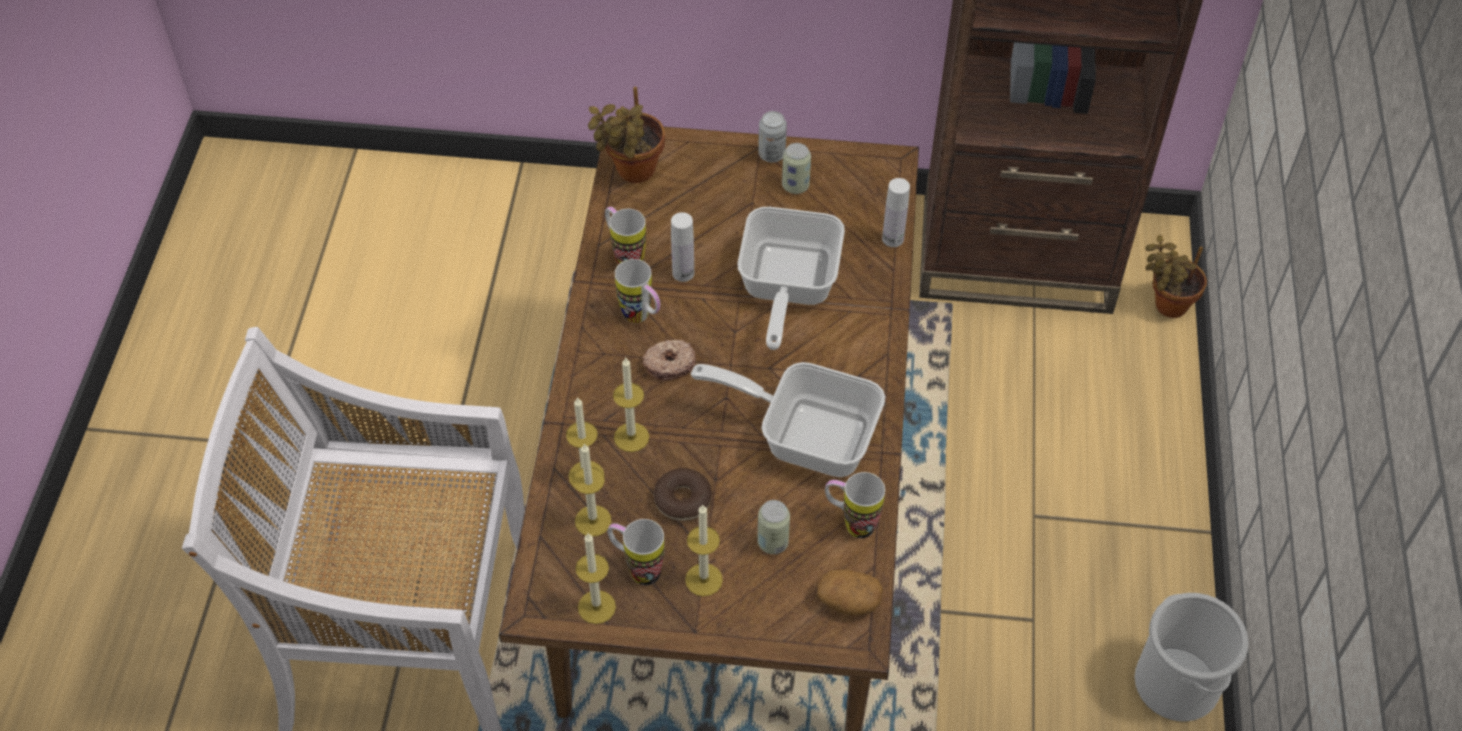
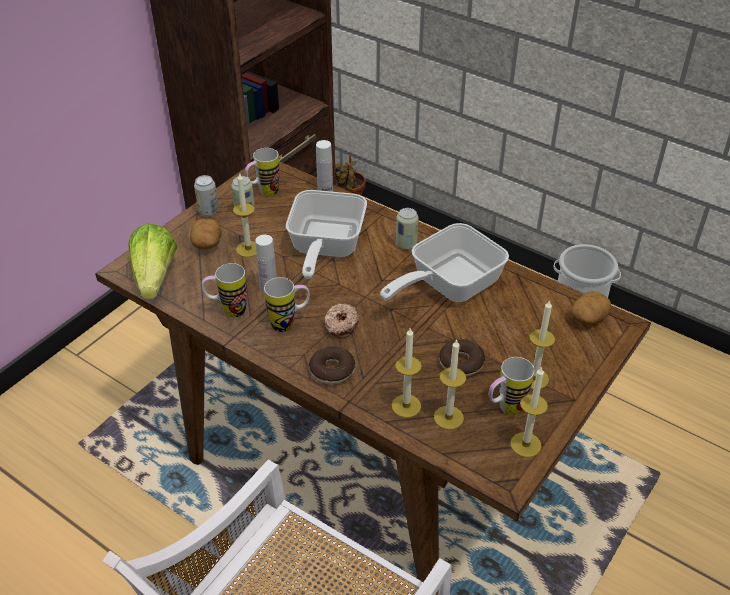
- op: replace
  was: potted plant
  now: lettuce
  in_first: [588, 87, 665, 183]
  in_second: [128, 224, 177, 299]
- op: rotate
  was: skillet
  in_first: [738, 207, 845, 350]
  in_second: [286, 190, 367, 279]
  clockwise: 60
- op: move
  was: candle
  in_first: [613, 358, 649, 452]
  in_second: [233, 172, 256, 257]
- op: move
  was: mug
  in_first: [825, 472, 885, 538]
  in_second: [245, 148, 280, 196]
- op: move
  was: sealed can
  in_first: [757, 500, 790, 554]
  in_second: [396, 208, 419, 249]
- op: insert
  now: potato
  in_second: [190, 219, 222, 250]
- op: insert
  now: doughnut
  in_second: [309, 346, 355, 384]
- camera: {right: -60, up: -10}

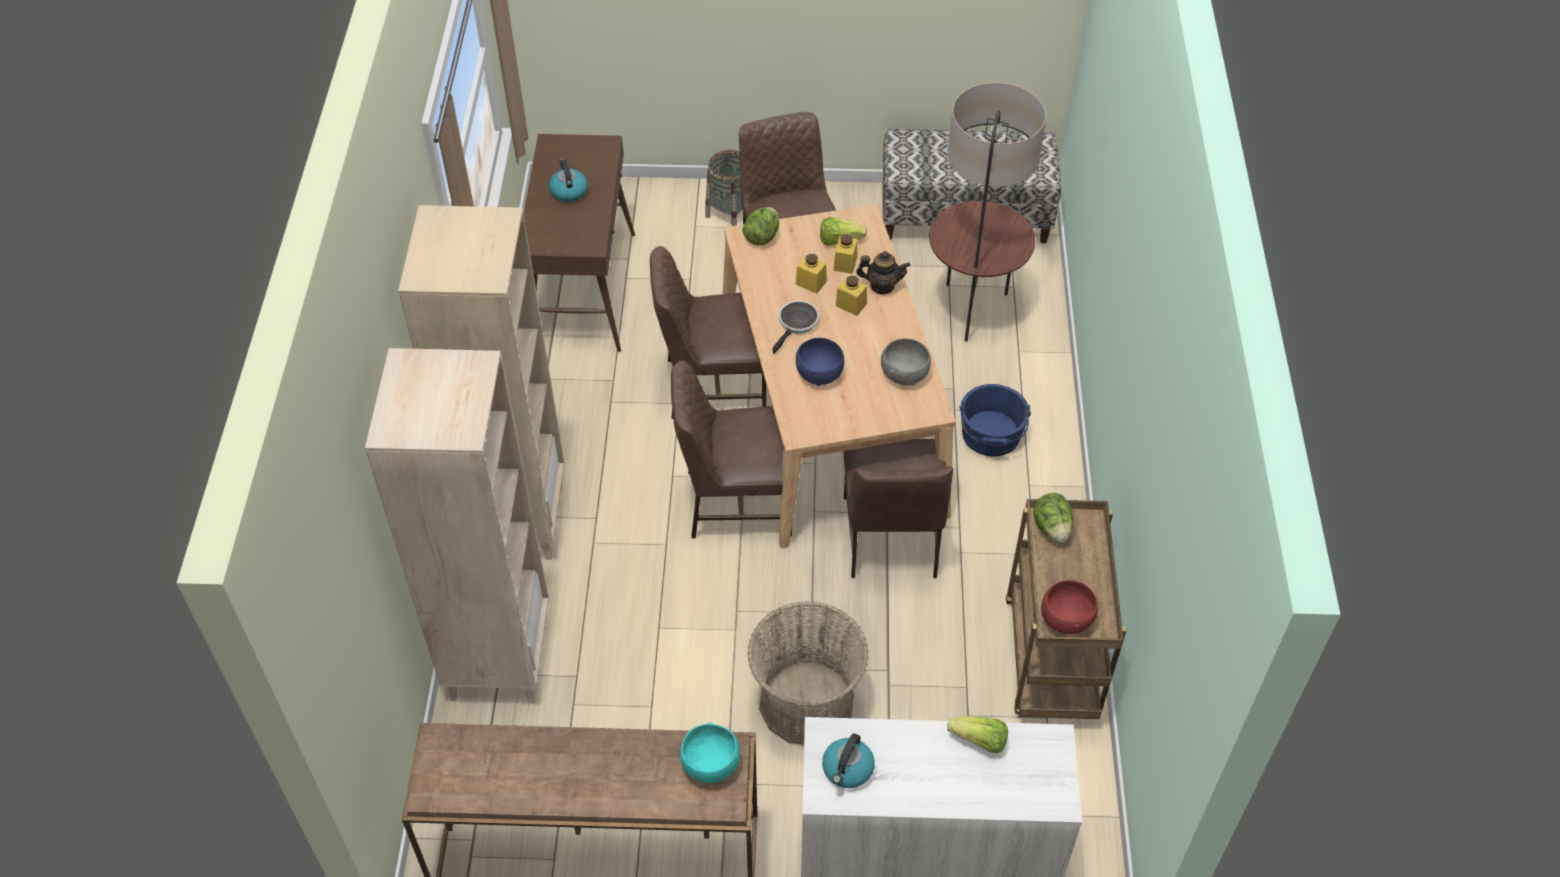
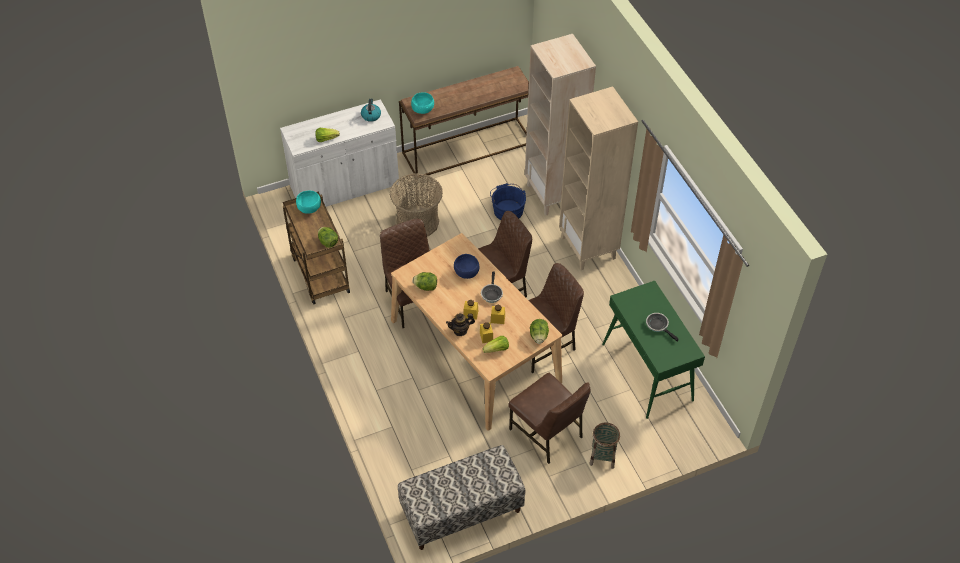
- op: delete
  was: floor lamp
  in_first: [929, 82, 1046, 342]
- op: recolor
  was: hall table/brownish
  now: hall table/greenish
  in_first: [523, 134, 635, 352]
  in_second: [602, 281, 705, 419]
- op: replace
  was: water kettle
  now: skillet
  in_first: [549, 159, 588, 202]
  in_second: [646, 313, 678, 342]
- op: replace
  was: deep dish/greyish
  now: lettuce
  in_first: [881, 338, 931, 386]
  in_second: [412, 272, 437, 291]
- op: move
  was: water bucket/bluish
  in_first: [959, 384, 1031, 456]
  in_second: [490, 183, 526, 220]
- op: recolor
  was: deep dish/reddish
  now: deep dish/turquoise
  in_first: [1041, 580, 1098, 634]
  in_second: [296, 190, 321, 214]
- camera: {right: 155, up: 0}

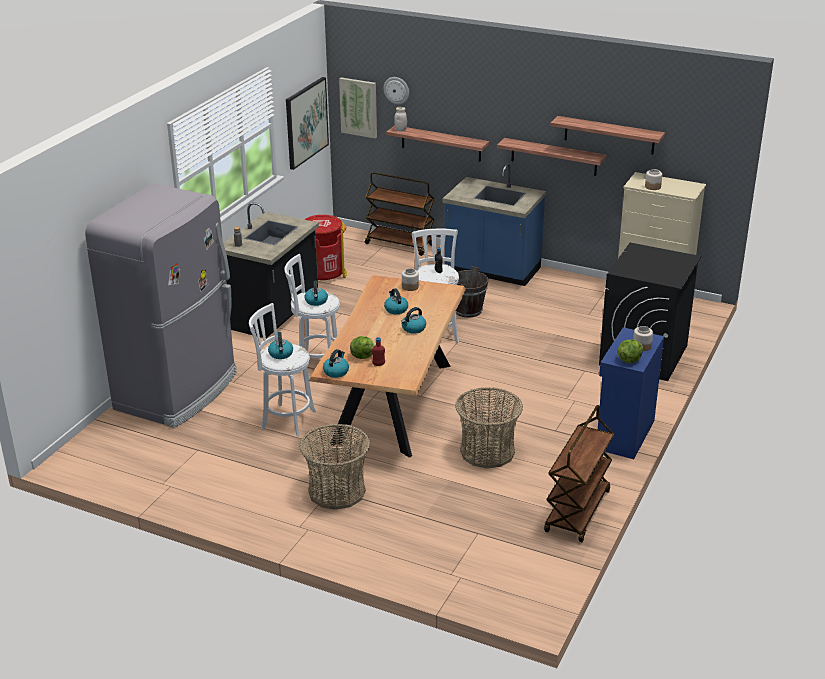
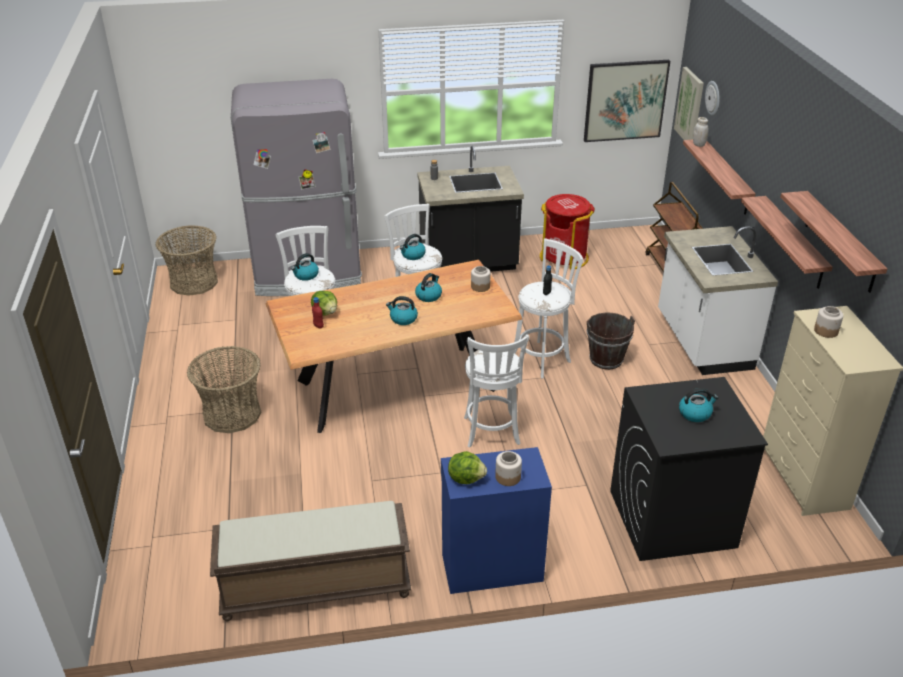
- op: recolor
  was: kitchen base unit/bluish
  now: kitchen base unit/white
  in_first: [443, 163, 546, 286]
  in_second: [658, 226, 778, 375]
- op: move
  was: water kettle
  in_first: [323, 349, 349, 378]
  in_second: [679, 388, 718, 422]
- op: move
  was: household basket
  in_first: [455, 387, 523, 468]
  in_second: [156, 225, 218, 296]
- op: replace
  was: wheeled cart/brownish
  now: indoor bench/brownish
  in_first: [544, 405, 614, 542]
  in_second: [210, 501, 411, 621]
- op: insert
  now: sitting stool/white
  in_second: [464, 334, 529, 448]
- camera: {right: 55, up: 5}

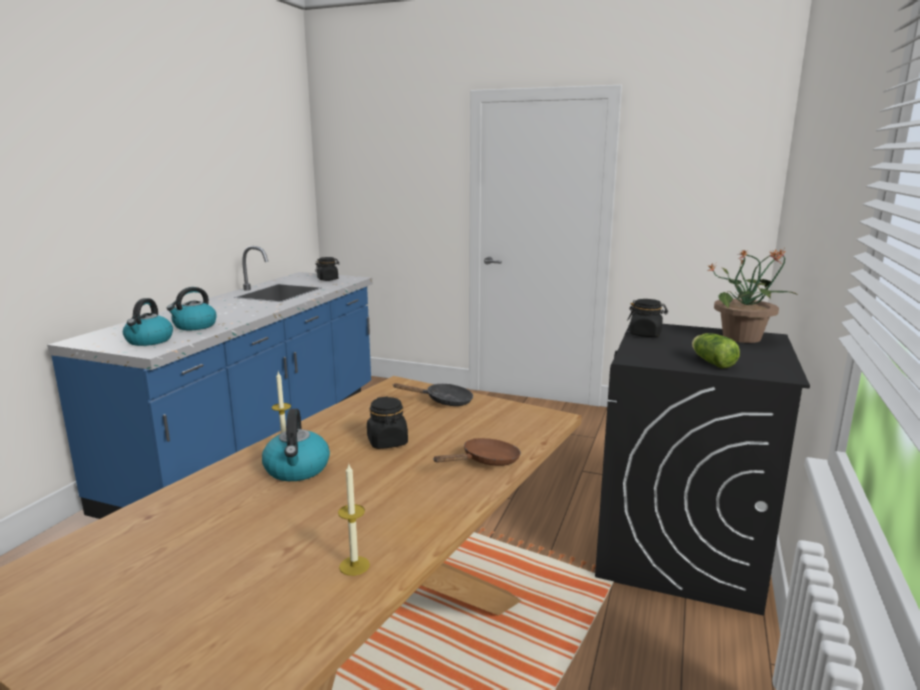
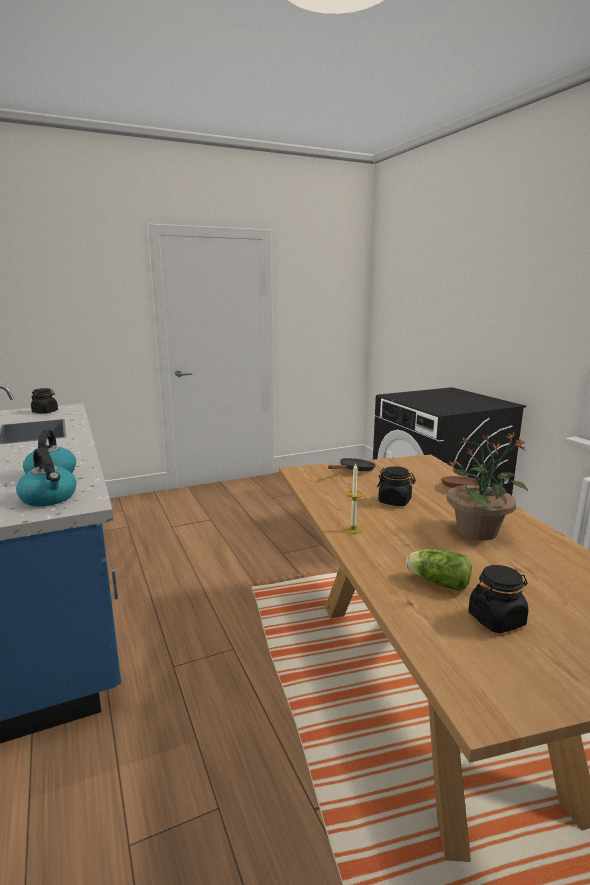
- op: move
  was: potted plant
  in_first: [707, 249, 796, 343]
  in_second: [446, 433, 528, 540]
- op: move
  was: storage jar/blackish
  in_first: [627, 299, 668, 337]
  in_second: [468, 565, 529, 633]
- op: move
  was: lettuce
  in_first: [692, 333, 740, 368]
  in_second: [406, 549, 472, 591]
- op: delete
  was: water kettle
  in_first: [262, 409, 330, 481]
- op: delete
  was: candle
  in_first: [338, 464, 370, 576]
- camera: {right: -45, up: 0}

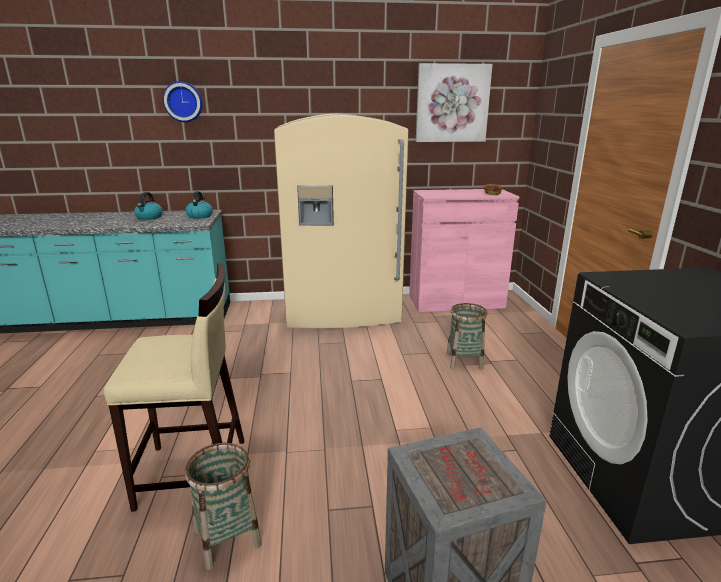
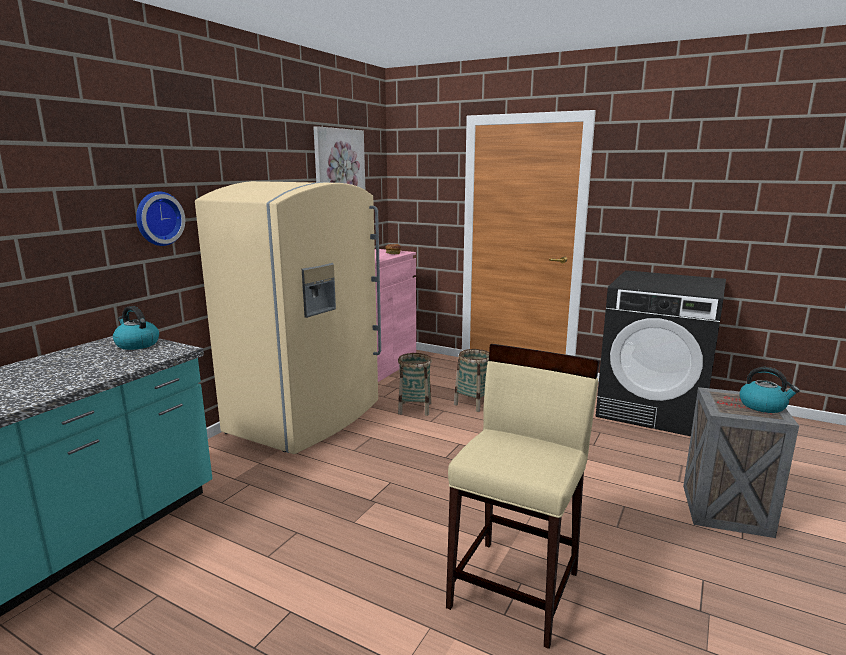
- op: move
  was: hanging clock
  in_first: [163, 81, 203, 122]
  in_second: [136, 191, 185, 246]
- op: move
  was: water kettle
  in_first: [134, 192, 163, 220]
  in_second: [739, 367, 800, 413]
- op: move
  was: household basket
  in_first: [185, 443, 261, 570]
  in_second: [398, 353, 432, 416]
- camera: {right: -55, up: -5}

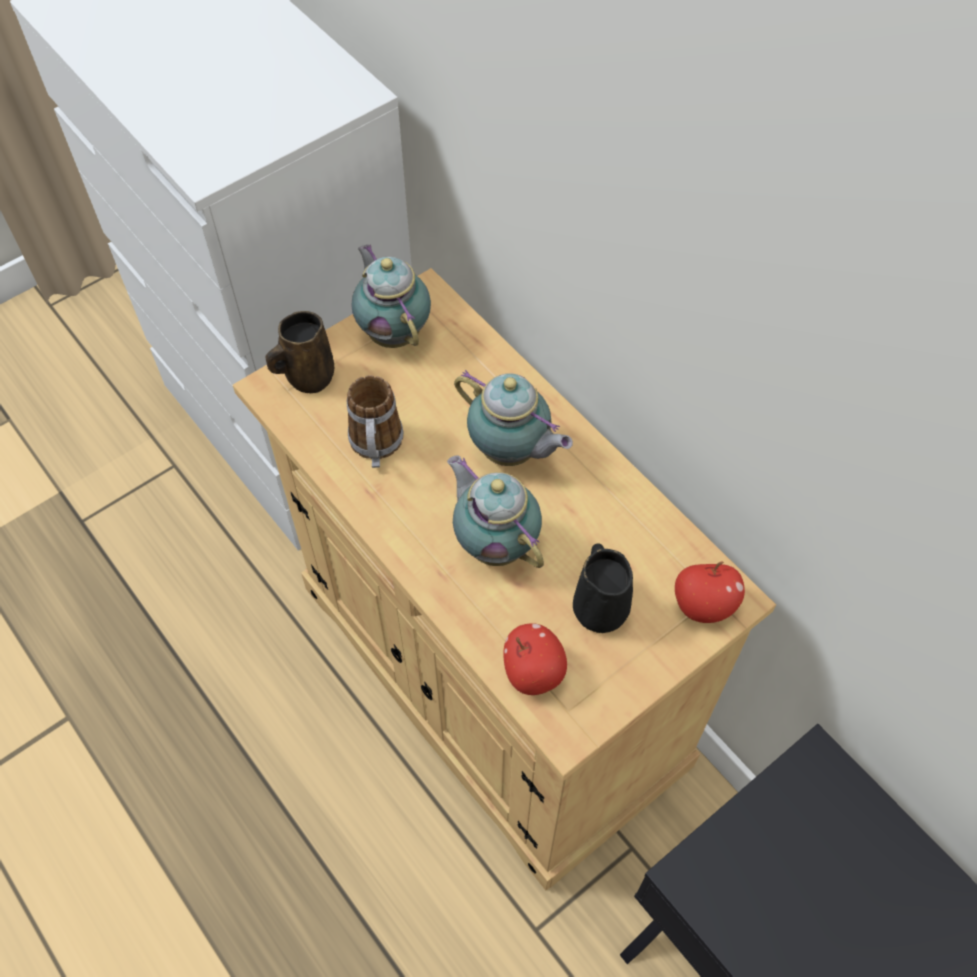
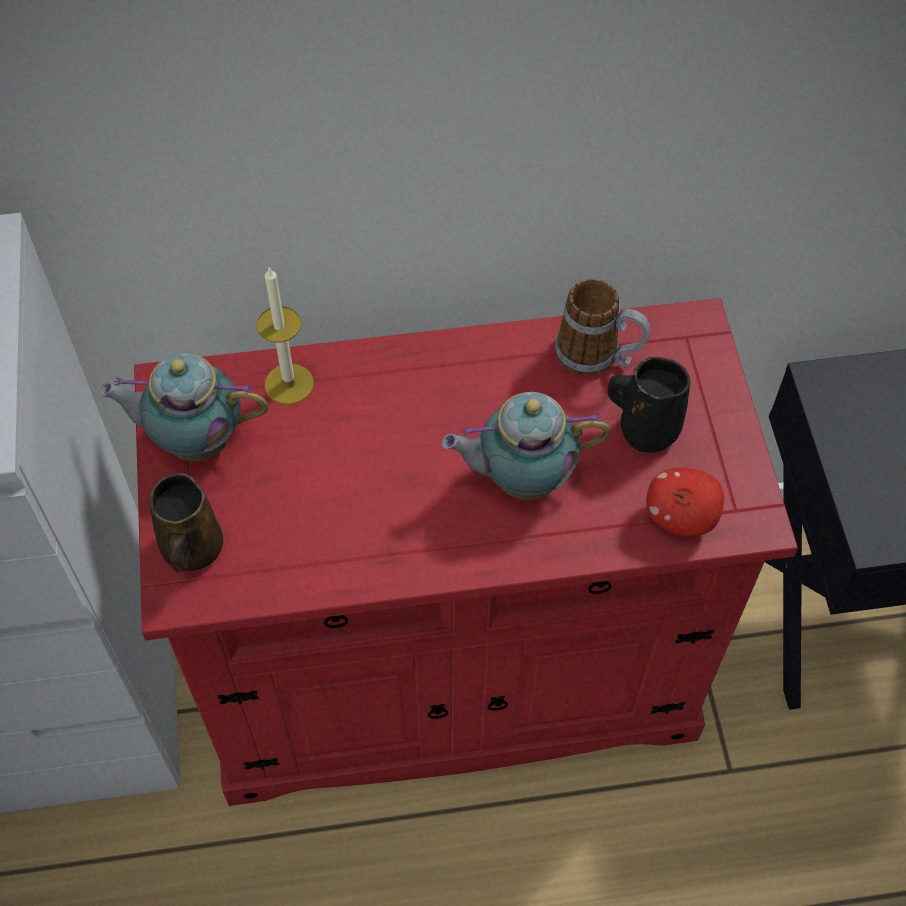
- op: recolor
  was: cabinet/beige
  now: cabinet/reddish
  in_first: [233, 268, 776, 890]
  in_second: [134, 298, 798, 806]
- op: delete
  was: teapot
  in_first: [454, 370, 573, 466]
- op: move
  was: mug
  in_first: [347, 375, 404, 468]
  in_second: [555, 278, 651, 375]
- op: delete
  was: whole apple
  in_first: [675, 561, 745, 623]
- op: insert
  now: candle
  in_second: [257, 266, 314, 405]
- camera: {right: -60, up: 0}

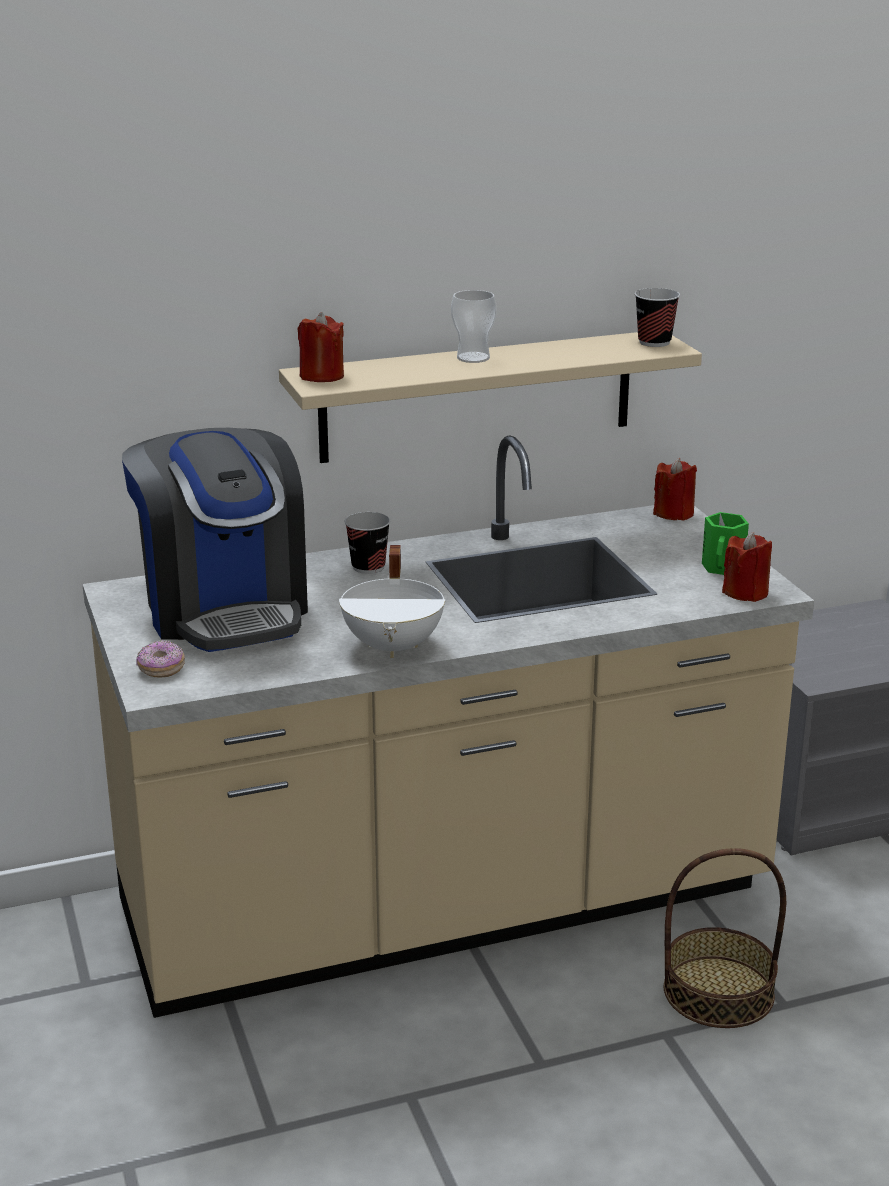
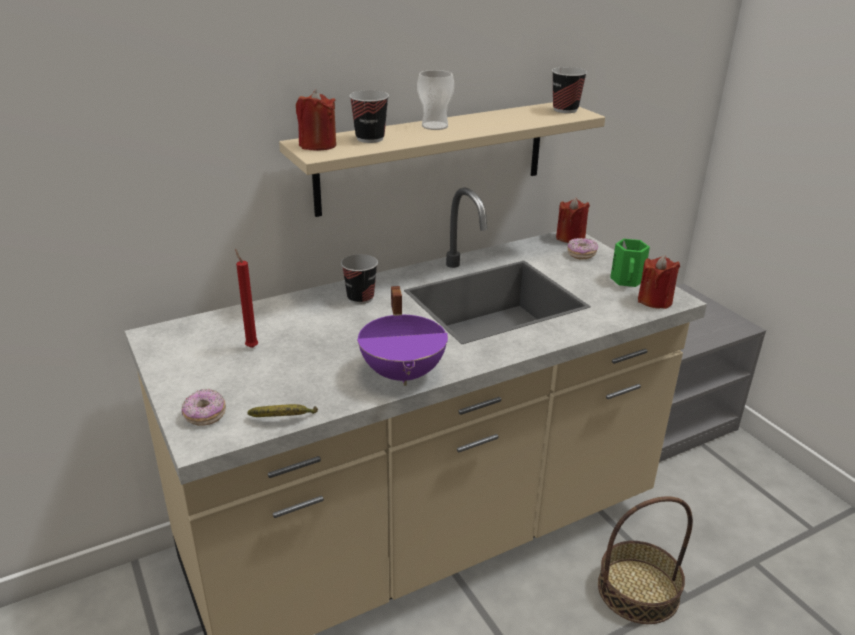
- op: replace
  was: coffee maker
  now: candle/reddish
  in_first: [122, 428, 308, 652]
  in_second: [235, 249, 258, 348]
- op: recolor
  was: stockpot/white
  now: stockpot/purple-coloured
  in_first: [339, 545, 445, 658]
  in_second: [357, 286, 448, 386]
- op: insert
  now: drinking cup
  in_second: [349, 90, 389, 143]
- op: insert
  now: doughnut
  in_second: [567, 238, 598, 260]
- op: insert
  now: whole banana
  in_second: [247, 404, 318, 417]
- camera: {right: -10, up: 5}

